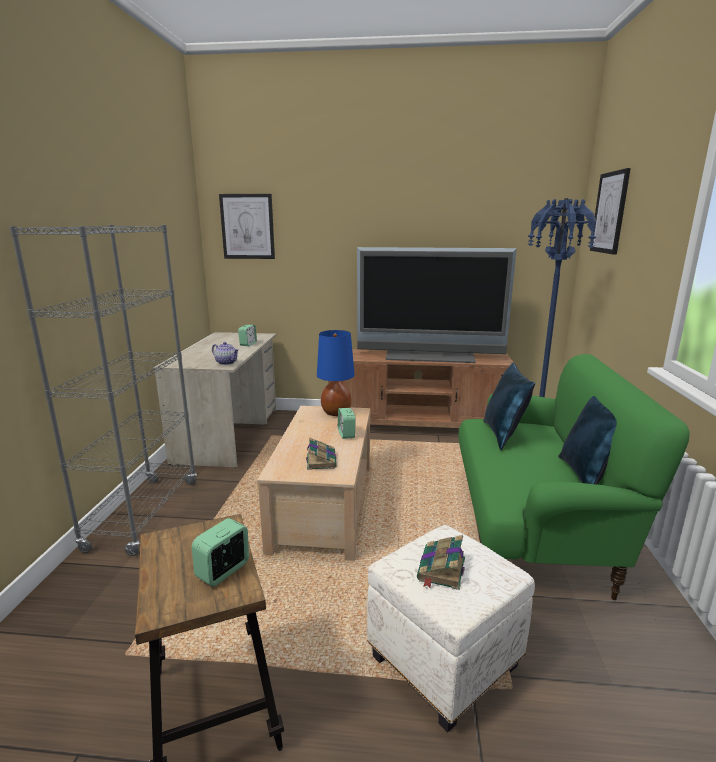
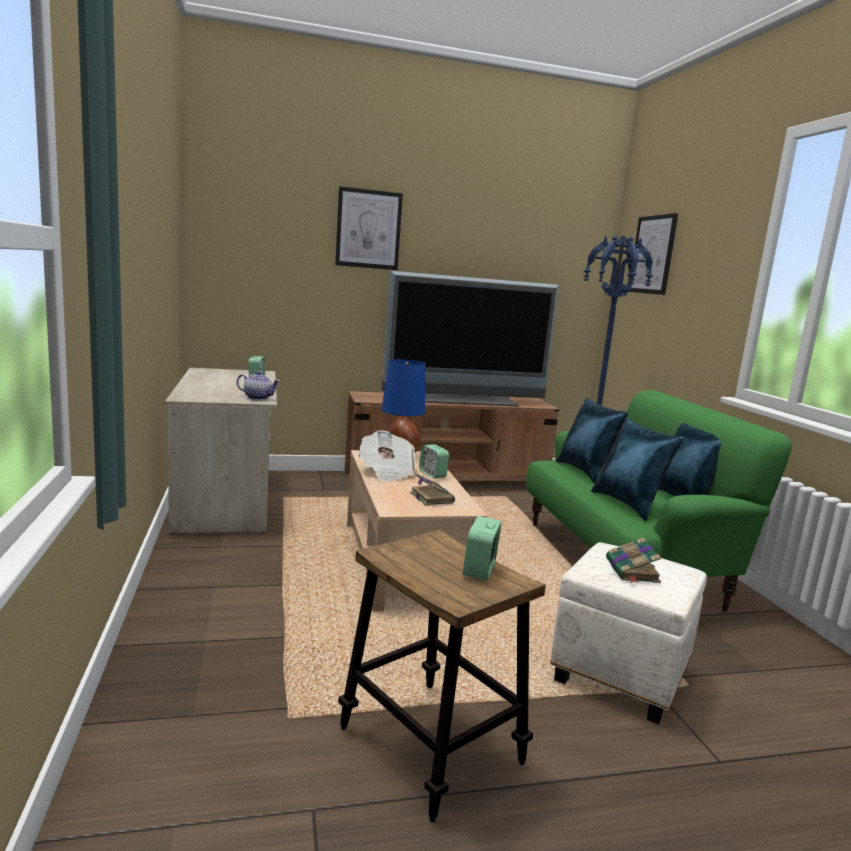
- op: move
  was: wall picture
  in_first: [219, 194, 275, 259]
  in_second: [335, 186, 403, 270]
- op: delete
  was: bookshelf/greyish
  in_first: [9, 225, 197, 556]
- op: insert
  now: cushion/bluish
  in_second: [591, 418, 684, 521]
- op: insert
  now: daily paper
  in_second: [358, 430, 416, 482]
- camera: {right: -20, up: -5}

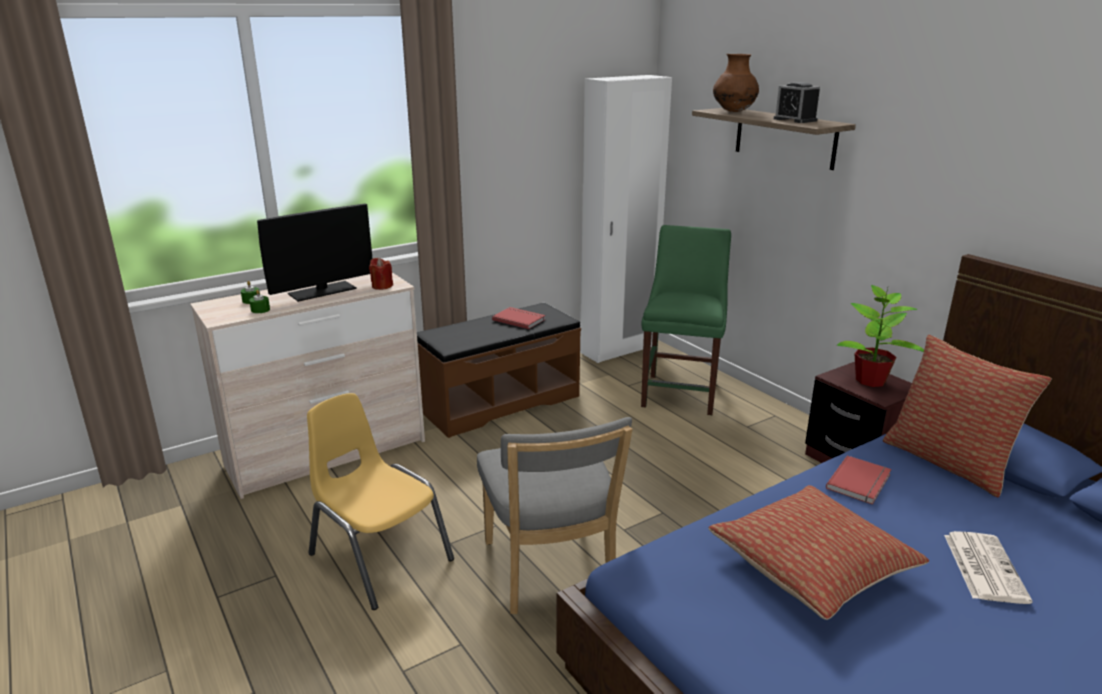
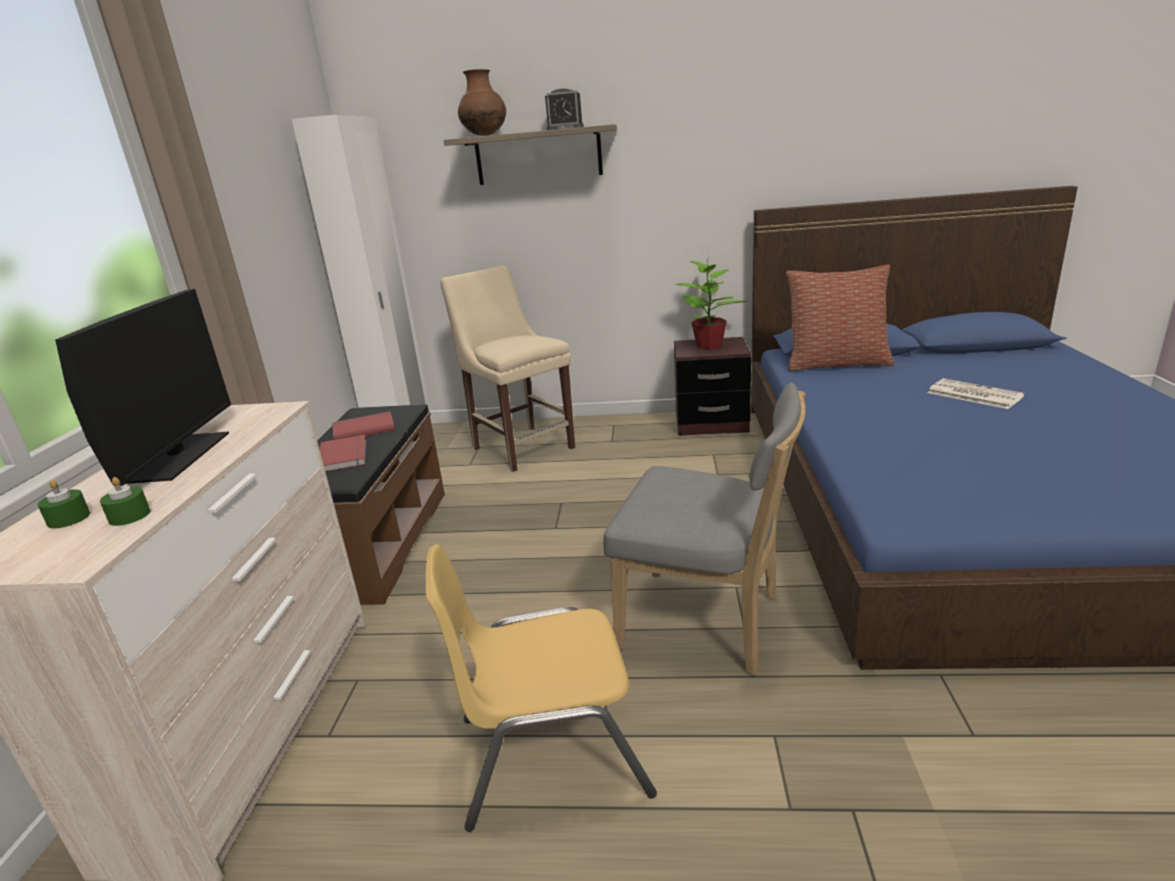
- op: recolor
  was: plain chair/greenish
  now: plain chair/beige
  in_first: [641, 225, 731, 415]
  in_second: [440, 266, 575, 472]
- op: delete
  was: candle/reddish
  in_first: [369, 258, 393, 290]
- op: move
  was: volume/reddish
  in_first: [826, 455, 891, 505]
  in_second: [320, 435, 366, 472]
- op: delete
  was: cushion
  in_first: [708, 485, 929, 620]
- camera: {right: -50, up: 0}

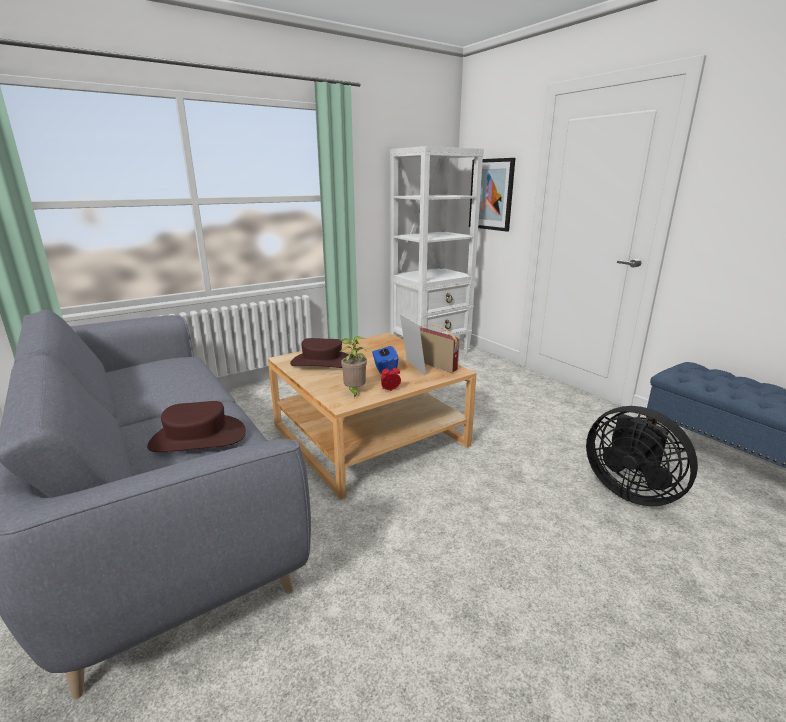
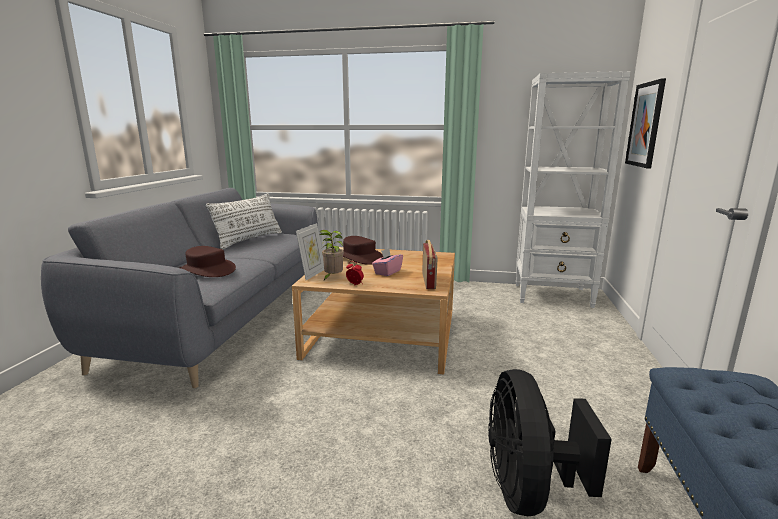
- op: move
  was: picture frame
  in_first: [400, 314, 426, 375]
  in_second: [296, 223, 324, 280]
- op: recolor
  was: box of tissues/bluish
  now: box of tissues/pink
  in_first: [372, 346, 398, 374]
  in_second: [372, 248, 403, 276]
- op: insert
  now: cushion/white
  in_second: [206, 193, 282, 249]
- camera: {right: 45, up: -5}

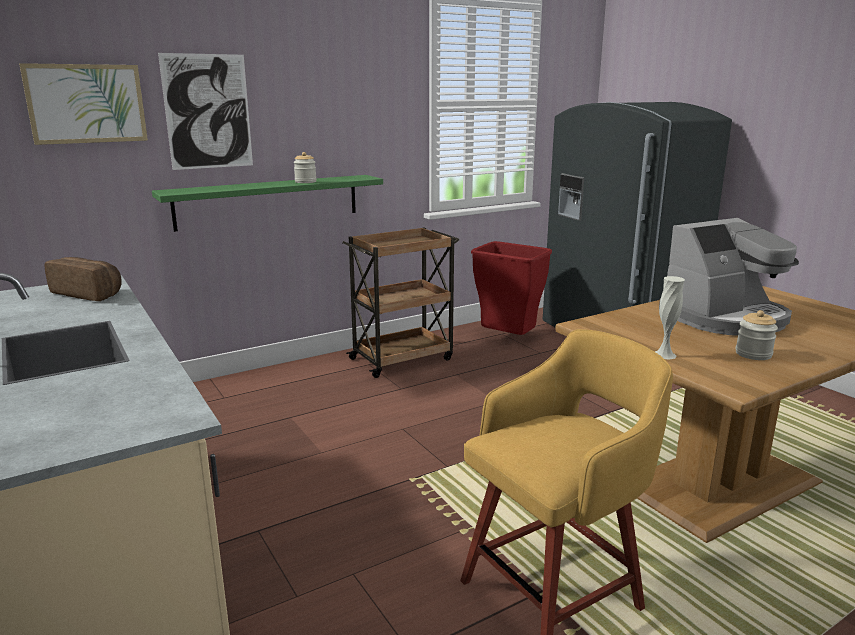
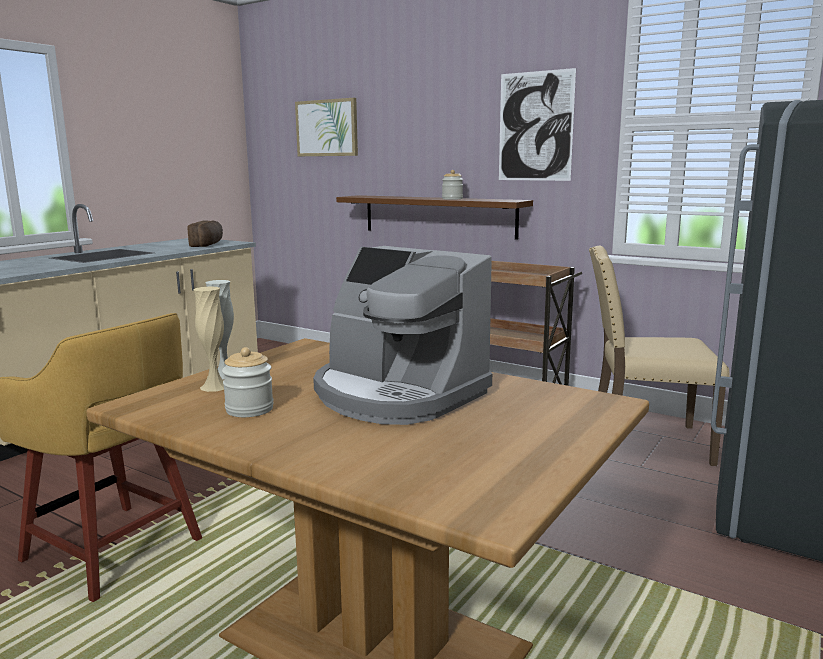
- op: move
  was: wall picture
  in_first: [158, 53, 253, 170]
  in_second: [499, 68, 576, 181]
- op: recolor
  was: bracket shelf/greenish
  now: bracket shelf/brownish
  in_first: [152, 175, 383, 232]
  in_second: [336, 195, 533, 240]
- op: replace
  was: trash can/reddish
  now: plain chair/beige
  in_first: [471, 241, 552, 335]
  in_second: [589, 245, 730, 466]
- op: insert
  now: decorative vase/beige
  in_second: [193, 286, 224, 392]
- camera: {right: 65, up: -5}

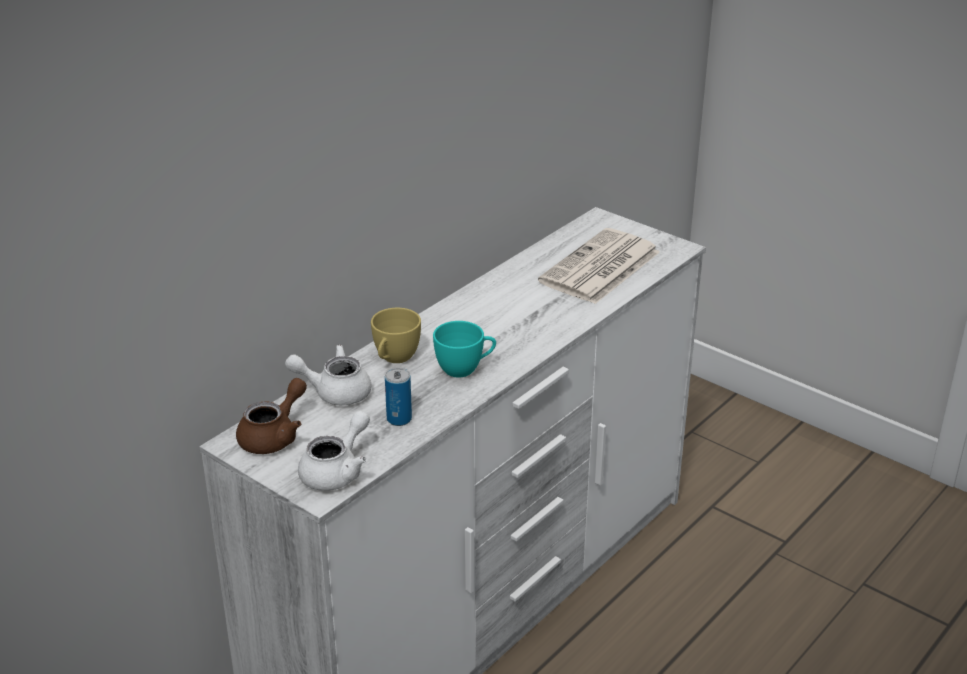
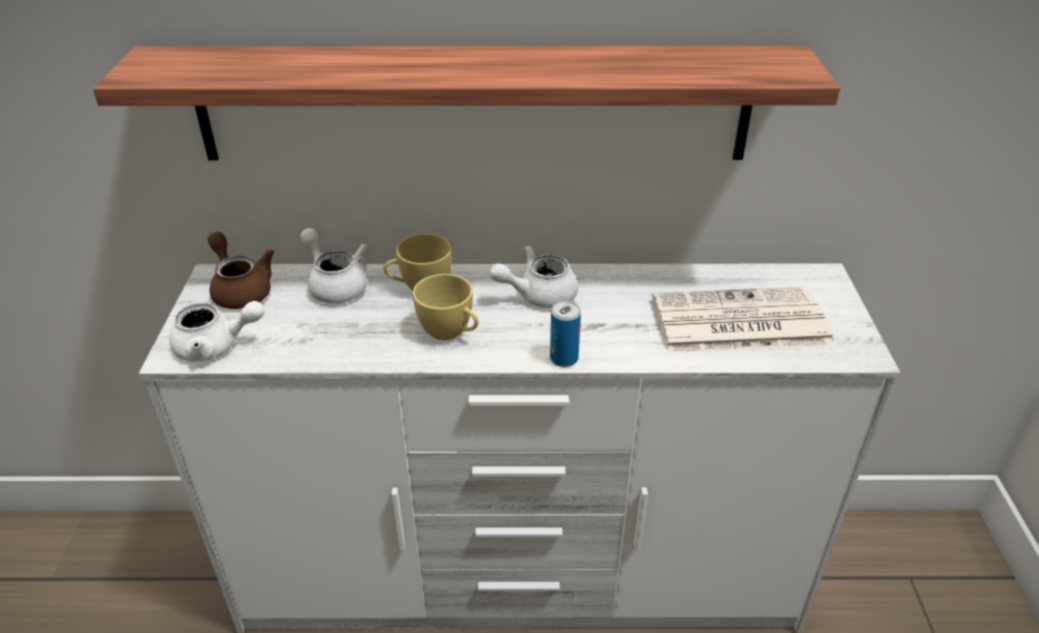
- op: recolor
  was: drinking cup/turquoise
  now: drinking cup/yellow
  in_first: [433, 321, 496, 378]
  in_second: [413, 274, 479, 340]
- op: move
  was: sealed can
  in_first: [385, 368, 412, 426]
  in_second: [550, 301, 581, 367]
- op: rotate
  was: teapot/brownish
  in_first: [236, 378, 307, 454]
  in_second: [208, 232, 274, 309]
  clockwise: -120
- op: insert
  now: bracket shelf
  in_second: [93, 46, 840, 160]
- op: insert
  now: teapot/white
  in_second: [489, 245, 578, 308]
- camera: {right: 50, up: 5}

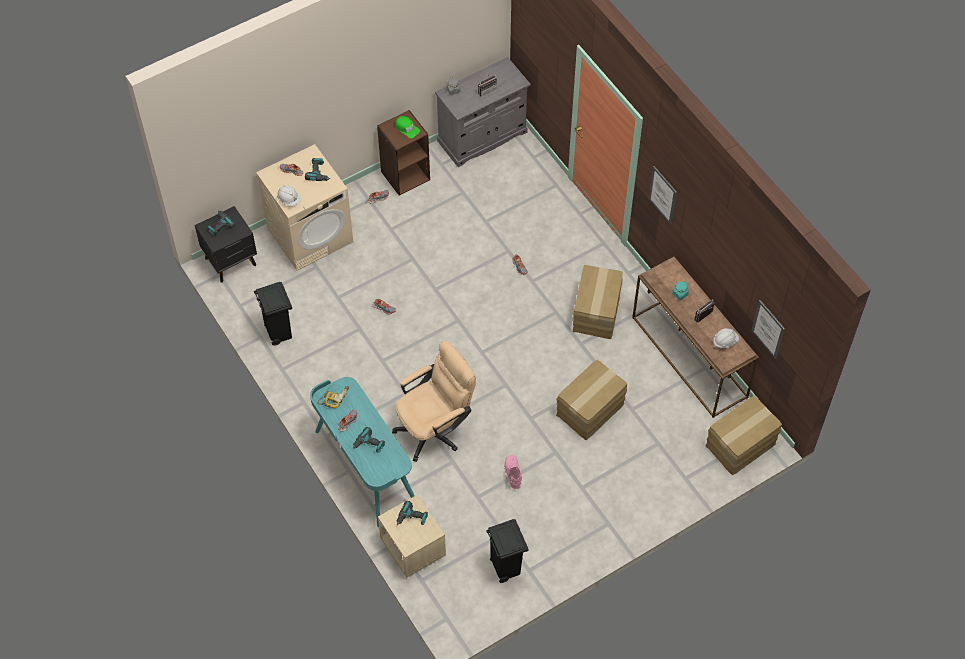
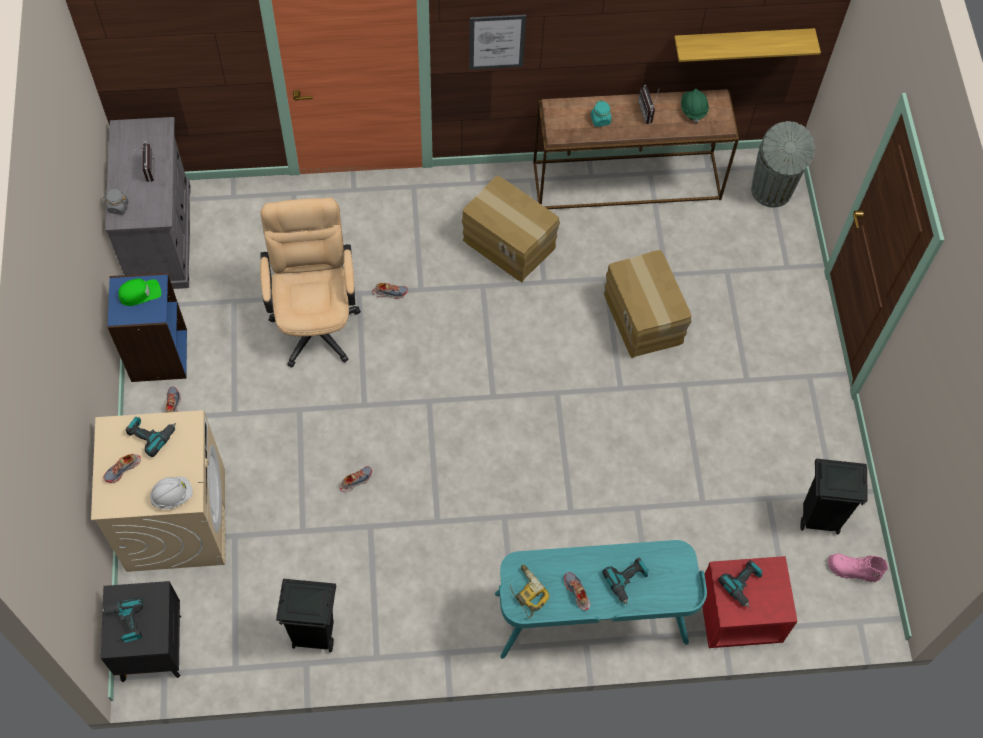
- op: recolor
  was: bookshelf/brownish
  now: bookshelf/bluish
  in_first: [377, 110, 430, 196]
  in_second: [107, 273, 187, 382]
- op: replace
  was: wall picture
  now: bracket shelf
  in_first: [751, 300, 785, 359]
  in_second: [674, 28, 821, 62]
- op: recolor
  was: hard hat/white
  now: hard hat/greenish
  in_first: [713, 328, 739, 348]
  in_second: [681, 89, 709, 123]
- op: move
  was: office chair/beige
  in_first: [392, 341, 476, 462]
  in_second: [260, 197, 361, 368]
- op: replace
  was: carton
  now: trash can/greyish
  in_first: [705, 396, 782, 475]
  in_second: [751, 121, 815, 208]
- op: move
  was: boot/pink
  in_first: [504, 455, 522, 489]
  in_second: [828, 554, 888, 582]
- op: recolor
  was: bedside table/beige
  now: bedside table/reddish
  in_first: [378, 494, 446, 578]
  in_second: [702, 556, 798, 648]
- camera: {right: -65, up: 5}

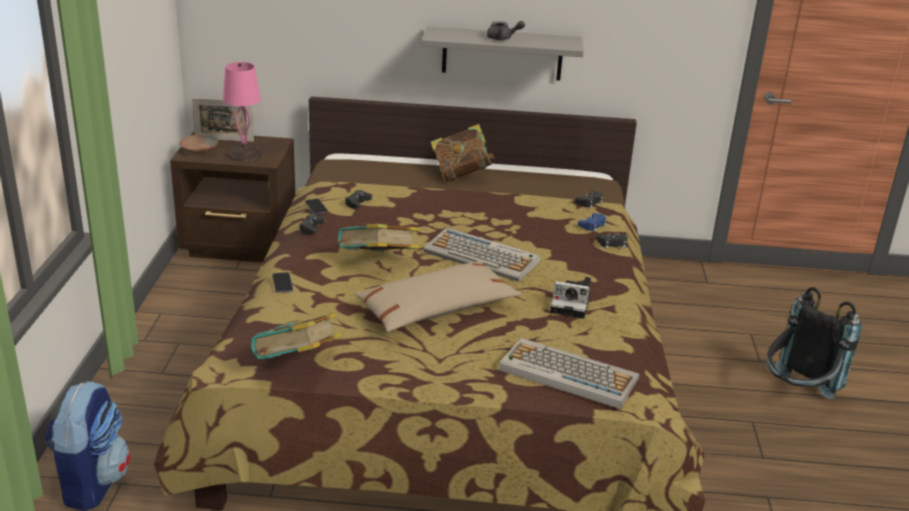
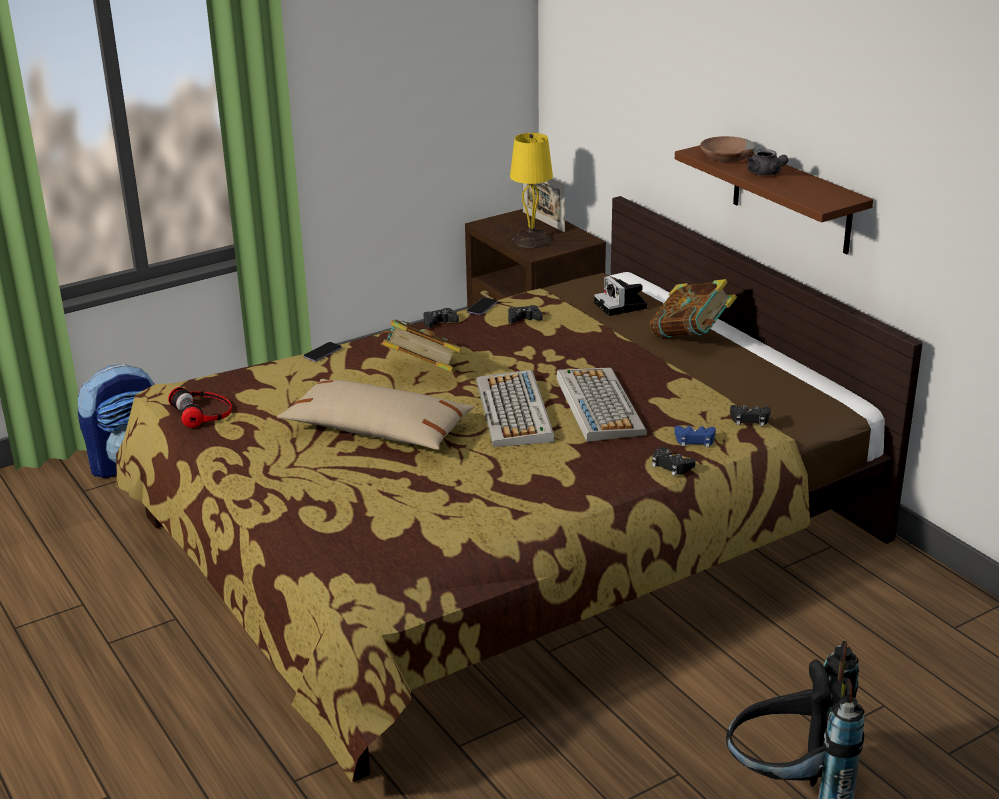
- op: recolor
  was: bracket shelf/greyish
  now: bracket shelf/brownish
  in_first: [422, 26, 584, 80]
  in_second: [675, 145, 873, 254]
- op: recolor
  was: lamp for a table/pink
  now: lamp for a table/yellow
  in_first: [223, 62, 262, 161]
  in_second: [510, 133, 553, 248]
- op: move
  was: deep dish/brownish
  in_first: [179, 135, 219, 155]
  in_second: [700, 136, 756, 162]
- op: move
  was: photo camera
  in_first: [550, 277, 591, 319]
  in_second: [594, 276, 647, 316]
- op: replace
  was: volume
  now: headset
  in_first: [251, 313, 342, 359]
  in_second: [168, 387, 232, 428]
- op: move
  was: PC keyboard
  in_first: [499, 338, 640, 409]
  in_second: [556, 367, 647, 442]
- camera: {right: 55, up: 0}

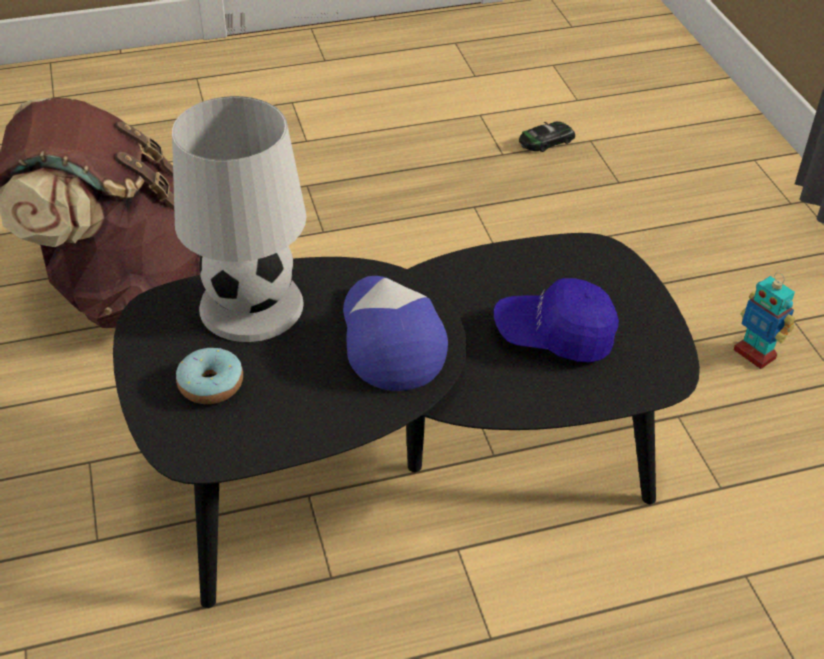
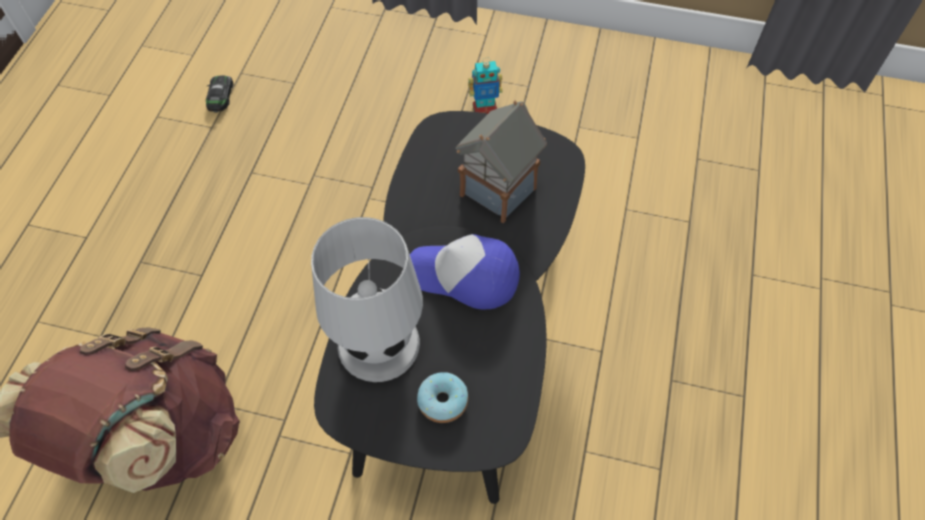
- op: replace
  was: peaked cap/bluish
  now: model house
  in_first: [494, 278, 619, 362]
  in_second: [456, 100, 547, 223]
- camera: {right: -60, up: 15}

